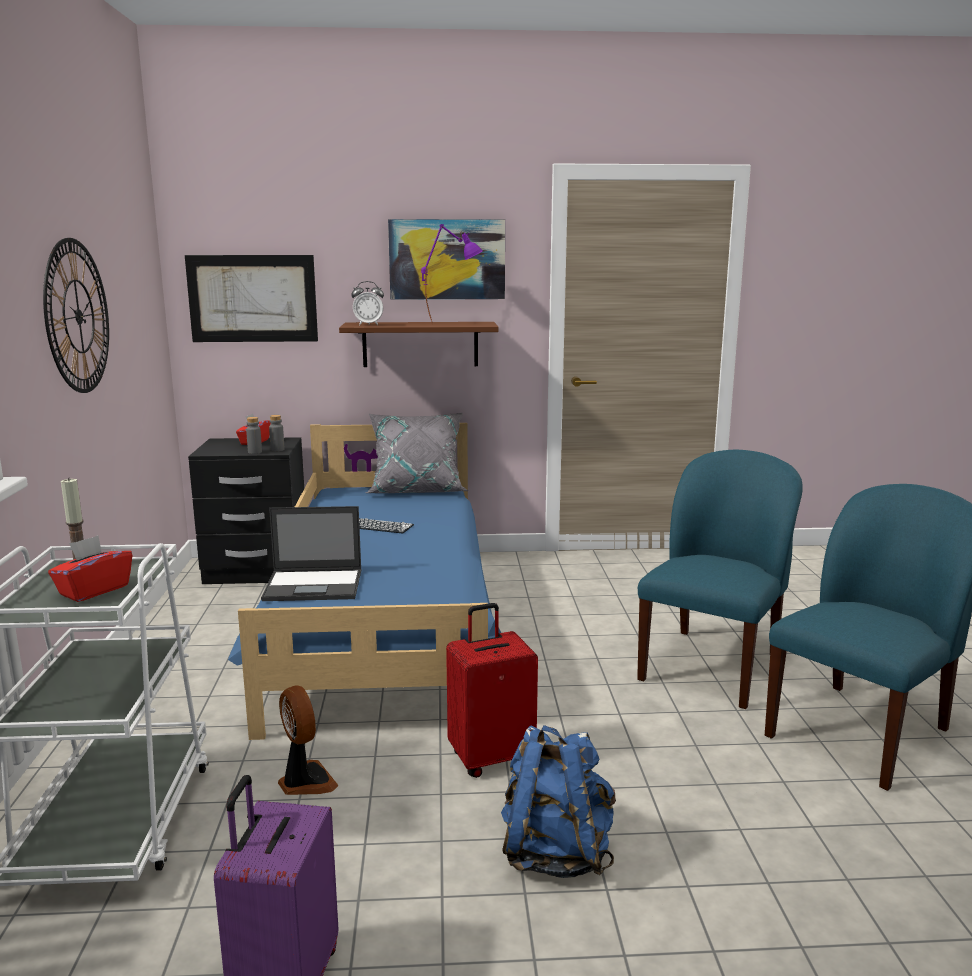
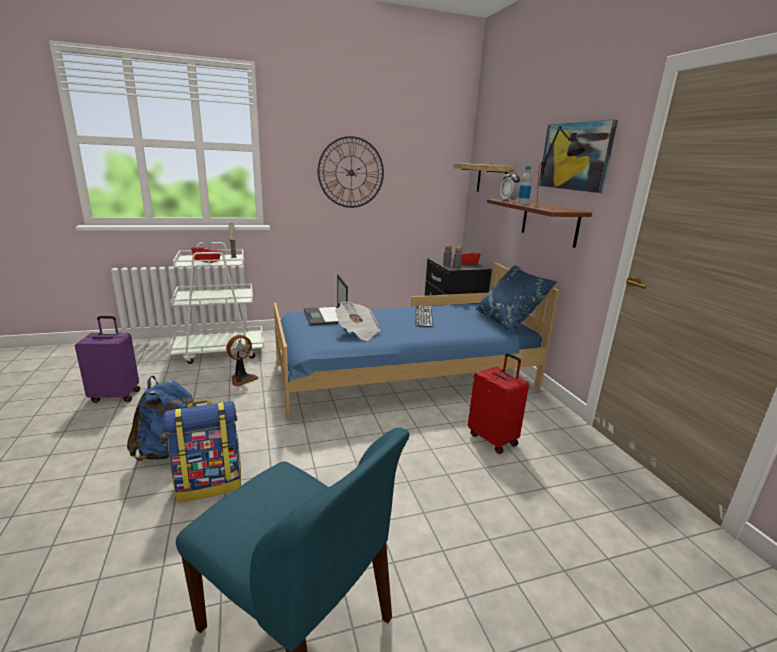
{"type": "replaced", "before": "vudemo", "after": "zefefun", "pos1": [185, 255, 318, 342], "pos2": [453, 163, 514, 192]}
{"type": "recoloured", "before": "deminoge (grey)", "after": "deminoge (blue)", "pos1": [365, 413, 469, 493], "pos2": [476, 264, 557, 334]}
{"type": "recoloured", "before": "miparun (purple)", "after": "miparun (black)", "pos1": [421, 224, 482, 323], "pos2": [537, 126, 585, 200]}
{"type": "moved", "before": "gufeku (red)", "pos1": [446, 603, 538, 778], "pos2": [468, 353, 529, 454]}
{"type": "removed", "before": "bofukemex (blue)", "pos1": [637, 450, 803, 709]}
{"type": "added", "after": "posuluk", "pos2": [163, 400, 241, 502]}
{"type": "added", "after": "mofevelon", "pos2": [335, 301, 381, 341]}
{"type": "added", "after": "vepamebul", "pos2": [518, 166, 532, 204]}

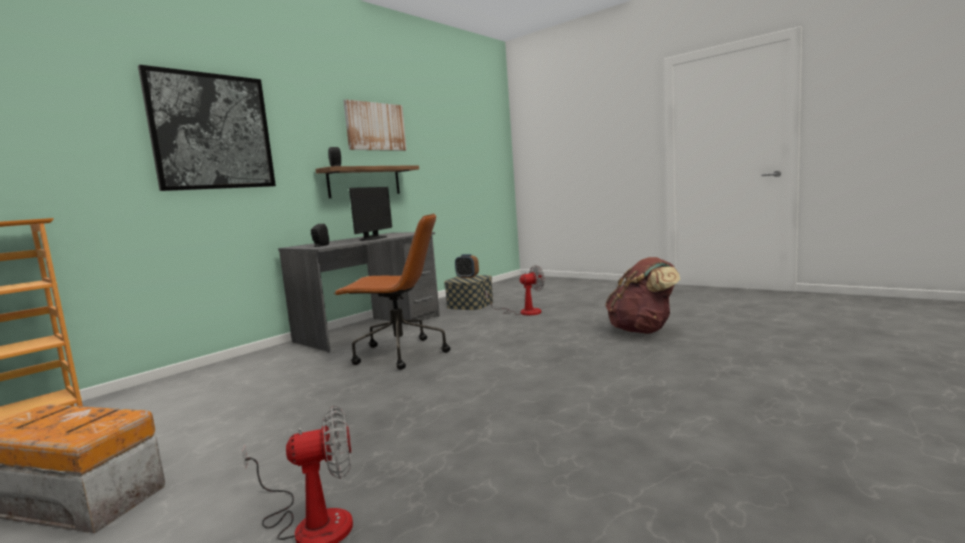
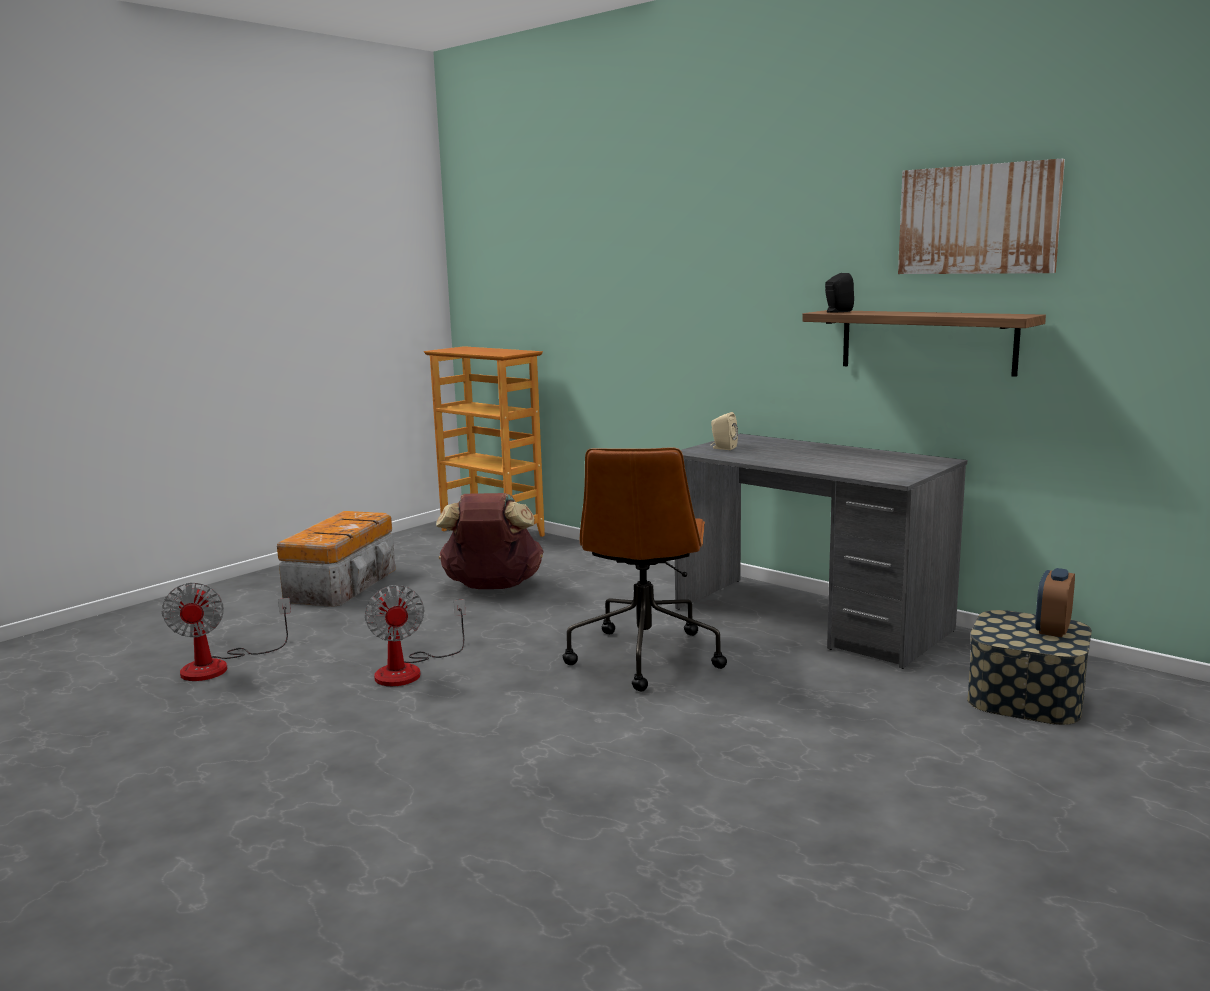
{"type": "removed", "before": "vudemo", "pos1": [138, 65, 276, 191]}
{"type": "recoloured", "before": "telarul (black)", "after": "telarul (beige)", "pos1": [311, 224, 329, 247], "pos2": [711, 412, 738, 450]}
{"type": "removed", "before": "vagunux", "pos1": [349, 187, 392, 241]}
{"type": "moved", "before": "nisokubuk", "pos1": [485, 265, 545, 316], "pos2": [365, 585, 466, 686]}
{"type": "moved", "before": "posuluk (brown)", "pos1": [605, 257, 680, 334], "pos2": [436, 493, 544, 589]}

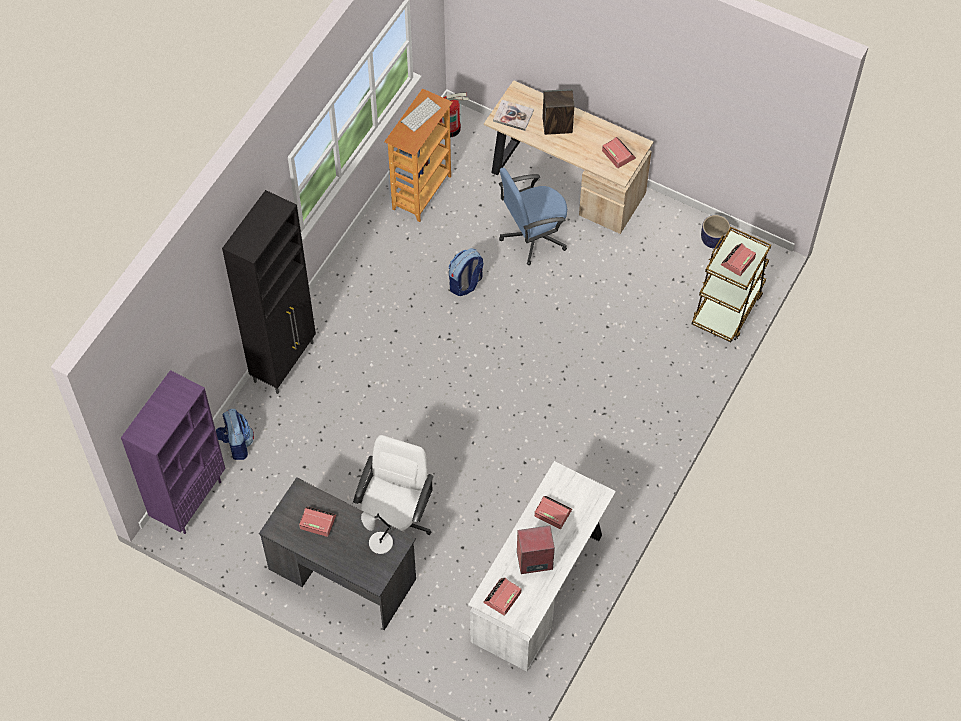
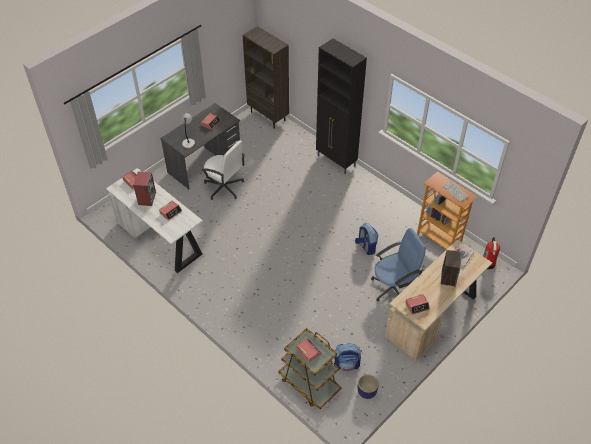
{"type": "recoloured", "before": "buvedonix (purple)", "after": "buvedonix (brown)", "pos1": [121, 370, 225, 534], "pos2": [243, 26, 289, 128]}
{"type": "moved", "before": "posuluk", "pos1": [216, 409, 254, 460], "pos2": [334, 344, 362, 372]}
{"type": "turned", "before": "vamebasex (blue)", "pos1": [499, 168, 567, 265], "pos2": [371, 228, 426, 302], "turn": 75}

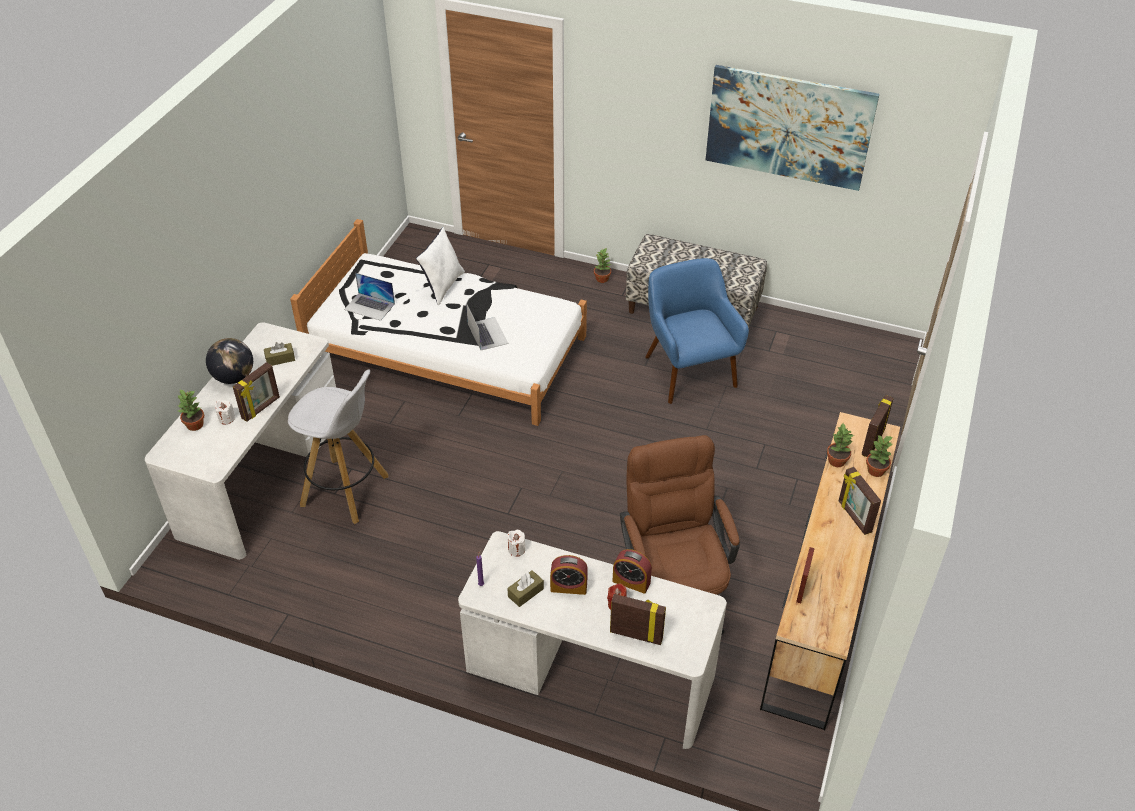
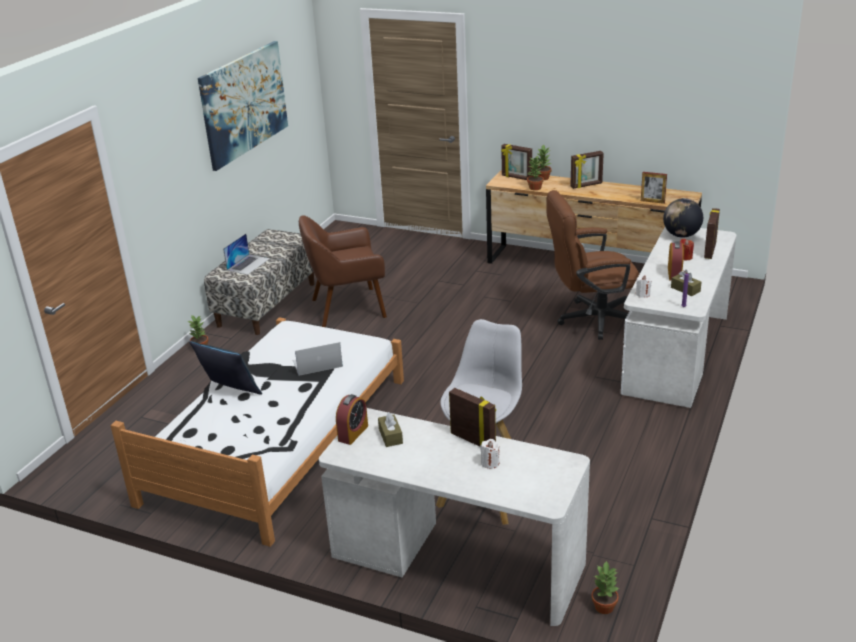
{"type": "moved", "before": "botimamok", "pos1": [177, 390, 204, 431], "pos2": [591, 561, 619, 614]}
{"type": "moved", "before": "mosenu", "pos1": [206, 338, 253, 384], "pos2": [663, 198, 703, 238]}
{"type": "moved", "before": "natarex", "pos1": [344, 273, 395, 321], "pos2": [223, 234, 270, 275]}
{"type": "recoloured", "before": "deminoge (white)", "after": "deminoge (blue)", "pos1": [416, 227, 465, 305], "pos2": [189, 341, 262, 395]}
{"type": "moved", "before": "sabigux", "pos1": [613, 549, 652, 594], "pos2": [336, 394, 368, 445]}
{"type": "recoloured", "before": "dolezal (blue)", "after": "dolezal (brown)", "pos1": [645, 258, 749, 404], "pos2": [299, 215, 387, 327]}

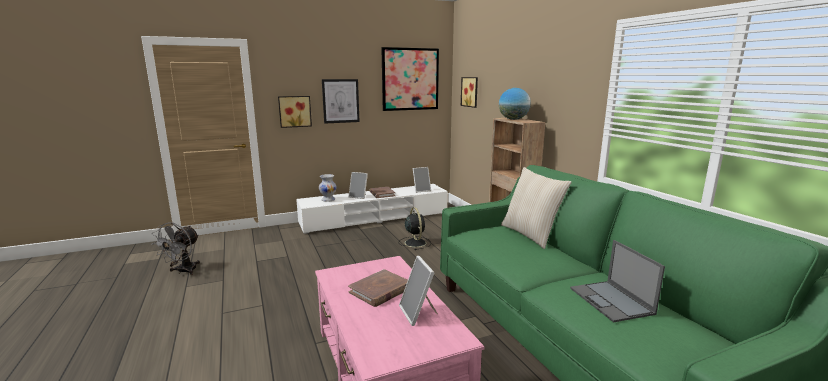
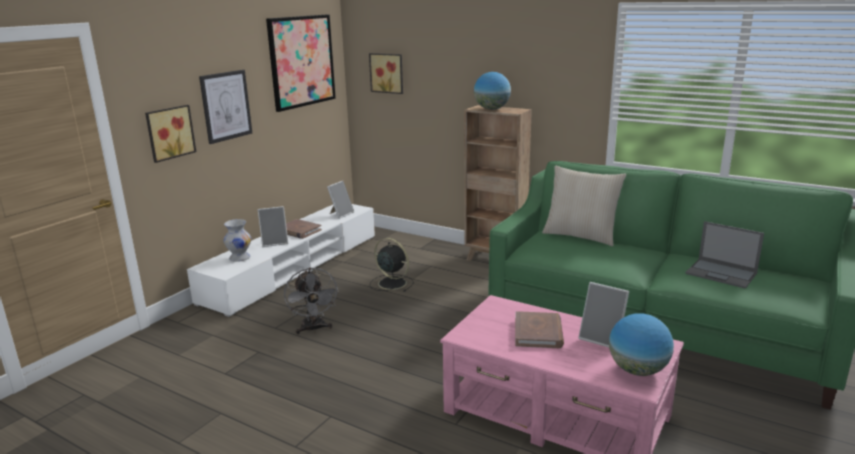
{"type": "moved", "before": "nisokubuk (grey)", "pos1": [151, 222, 200, 275], "pos2": [284, 268, 339, 334]}
{"type": "added", "after": "mosenu", "pos2": [609, 313, 674, 376]}

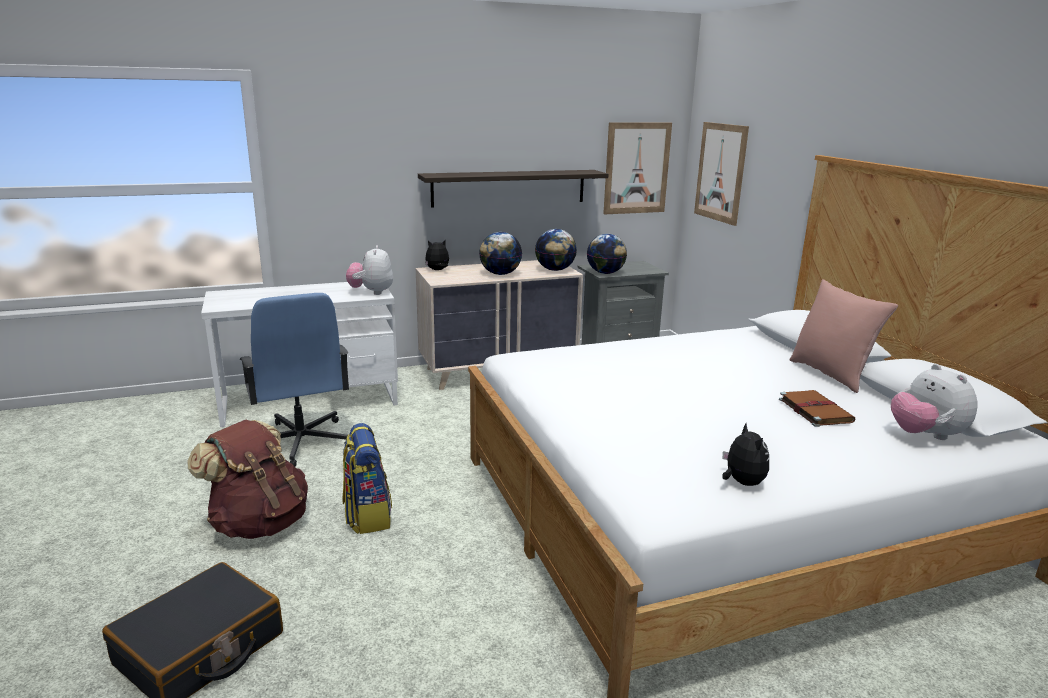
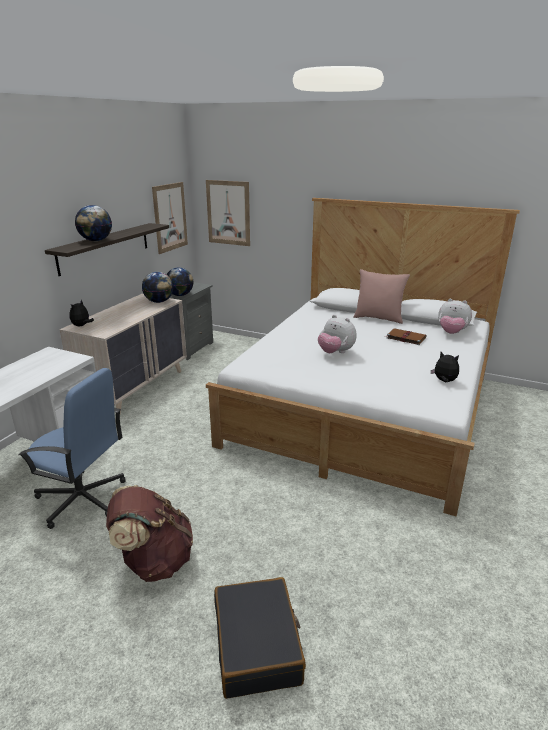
{"type": "removed", "before": "posuluk", "pos1": [342, 423, 392, 534]}
{"type": "moved", "before": "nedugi", "pos1": [346, 245, 393, 295], "pos2": [318, 315, 357, 353]}
{"type": "moved", "before": "mosenu", "pos1": [479, 232, 522, 275], "pos2": [75, 205, 112, 241]}

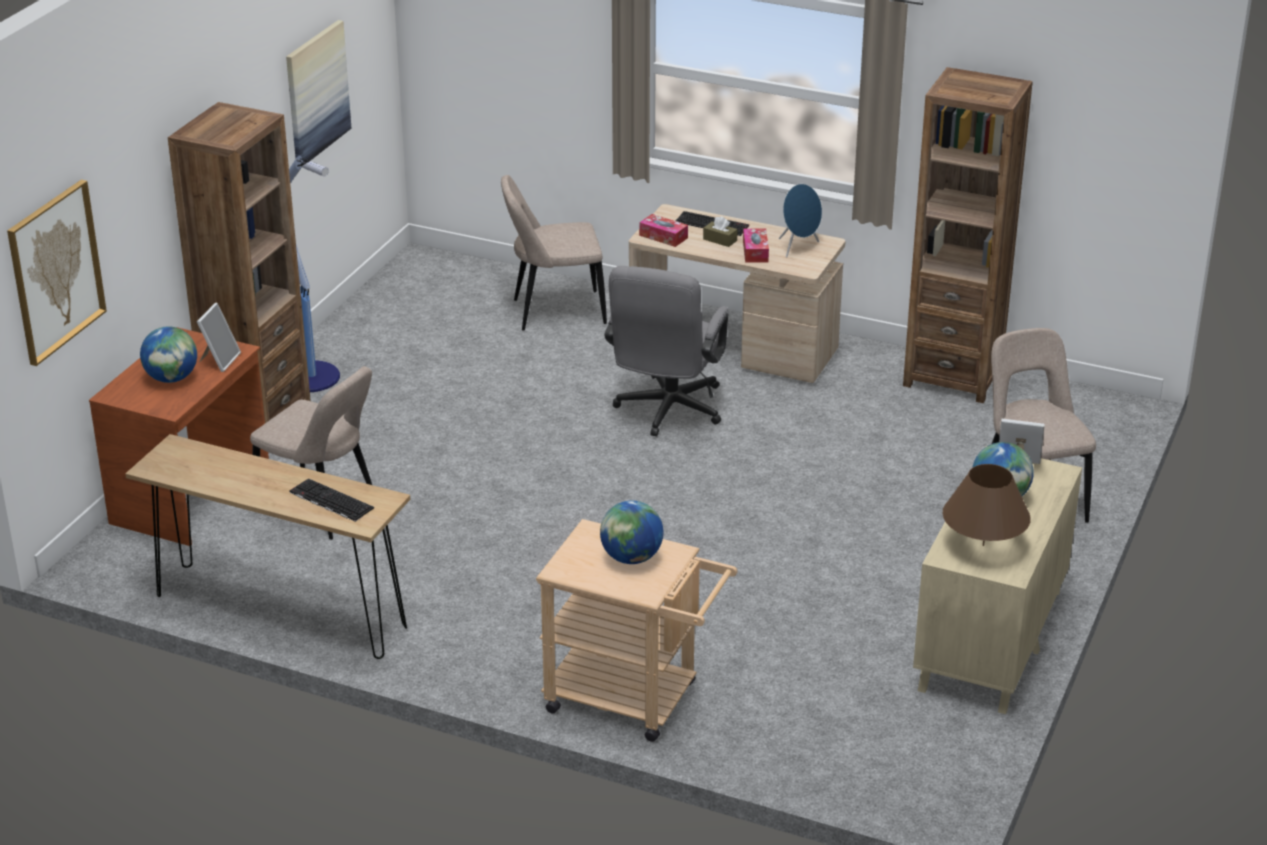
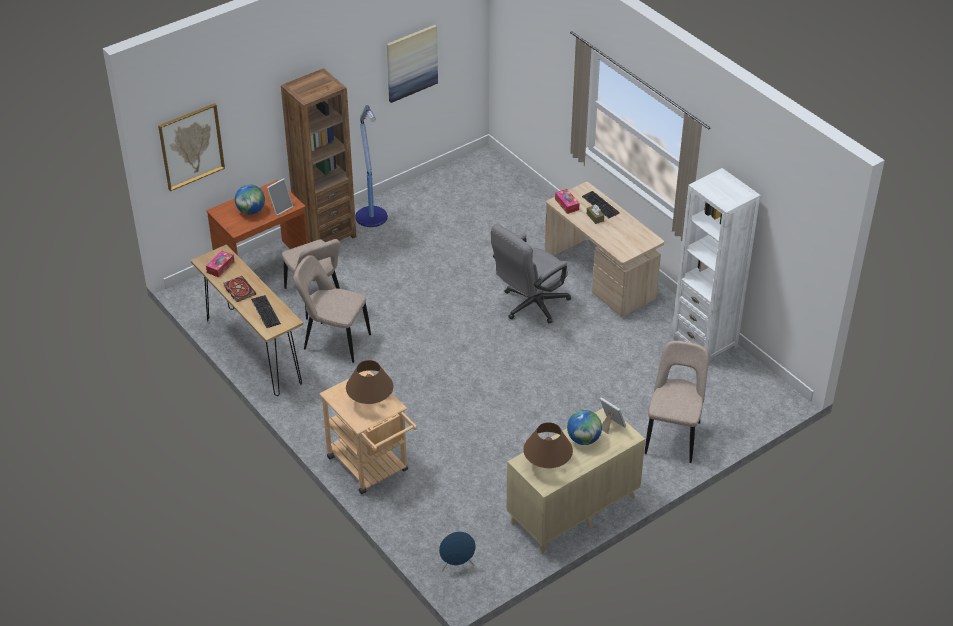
{"type": "moved", "before": "bofukemex (beige)", "pos1": [501, 175, 607, 330], "pos2": [293, 255, 371, 363]}
{"type": "replaced", "before": "mosenu", "after": "miparun (brown)", "pos1": [600, 500, 663, 564], "pos2": [346, 360, 393, 404]}
{"type": "moved", "before": "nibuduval", "pos1": [743, 228, 769, 263], "pos2": [206, 251, 235, 277]}
{"type": "moved", "before": "telarul (blue)", "pos1": [779, 184, 822, 257], "pos2": [439, 531, 476, 572]}
{"type": "recoloured", "before": "buvedonix (brown)", "after": "buvedonix (white)", "pos1": [903, 67, 1033, 403], "pos2": [671, 168, 760, 362]}
{"type": "added", "after": "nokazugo", "pos2": [223, 276, 256, 302]}

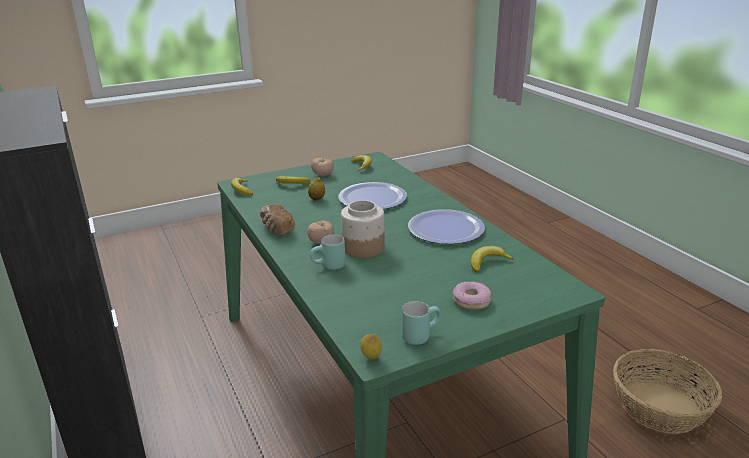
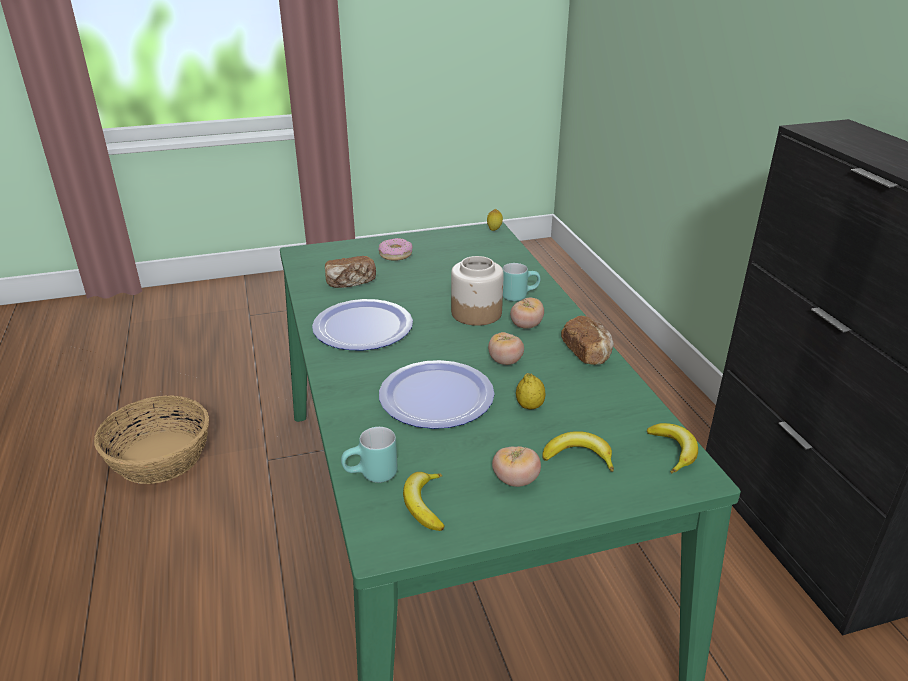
{"type": "moved", "before": "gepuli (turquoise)", "pos1": [402, 301, 441, 345], "pos2": [341, 427, 398, 483]}
{"type": "replaced", "before": "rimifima", "after": "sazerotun", "pos1": [471, 246, 514, 273], "pos2": [325, 256, 376, 288]}
{"type": "added", "after": "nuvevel", "pos2": [488, 332, 524, 365]}

